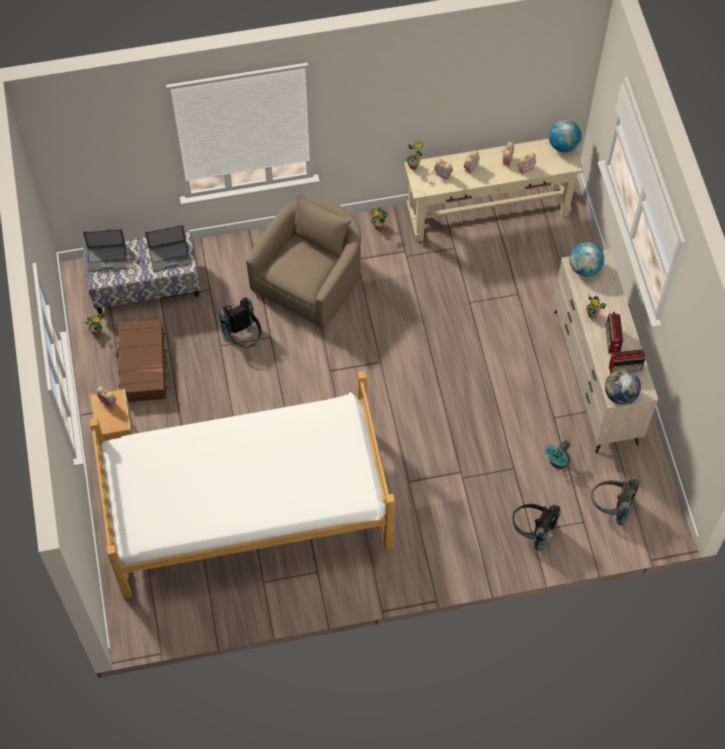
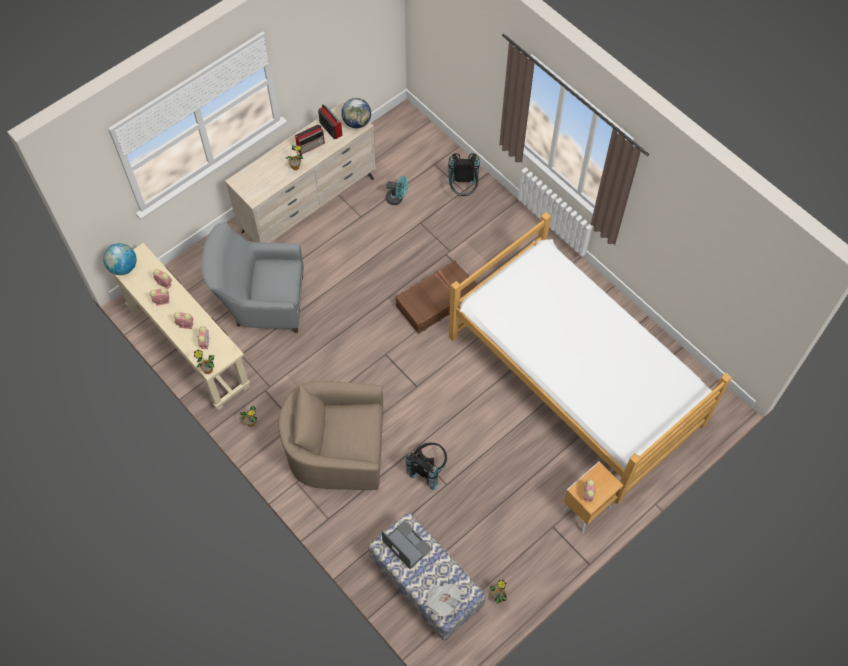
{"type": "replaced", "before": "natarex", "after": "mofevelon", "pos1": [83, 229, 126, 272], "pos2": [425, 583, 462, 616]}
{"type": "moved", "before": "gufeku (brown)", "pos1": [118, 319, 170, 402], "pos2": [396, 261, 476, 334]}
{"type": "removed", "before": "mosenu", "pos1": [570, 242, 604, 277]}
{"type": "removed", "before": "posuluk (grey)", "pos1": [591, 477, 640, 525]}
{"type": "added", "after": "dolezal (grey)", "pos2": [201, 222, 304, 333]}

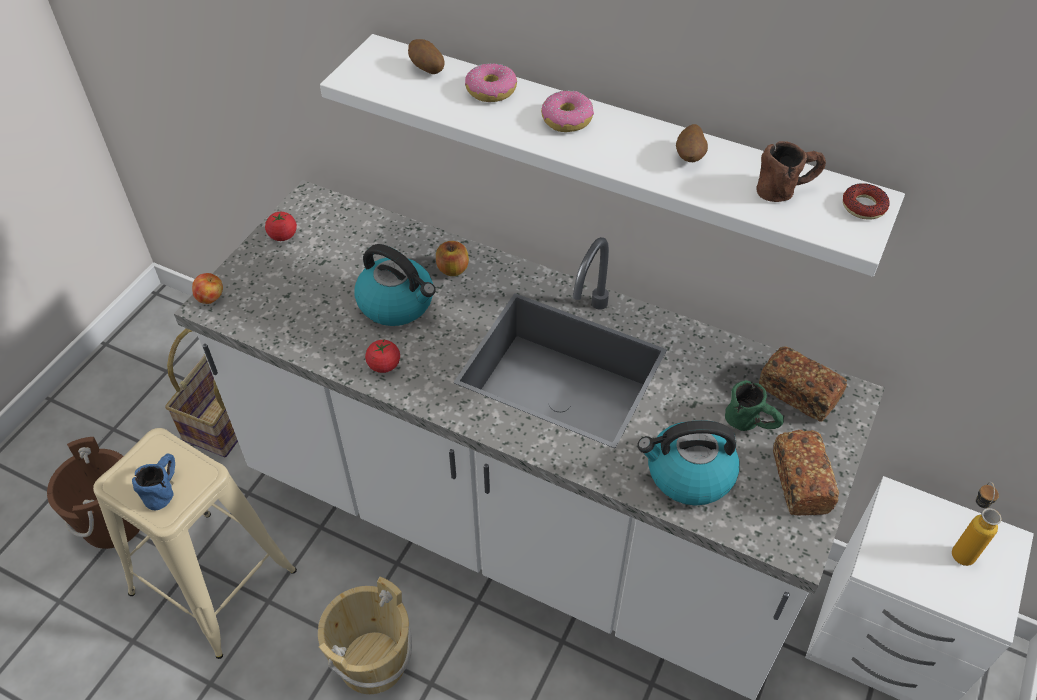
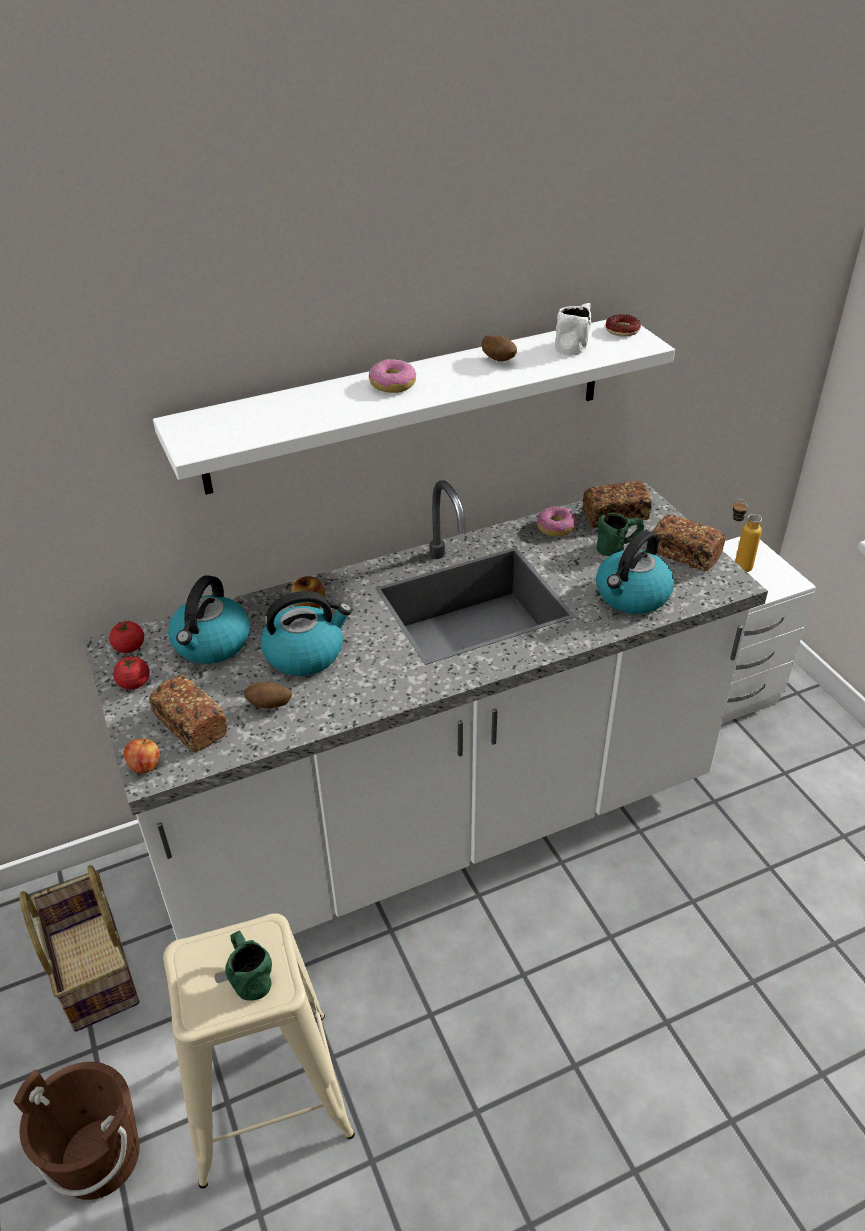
{"type": "recoloured", "before": "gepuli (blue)", "after": "gepuli (green)", "pos1": [132, 453, 175, 511], "pos2": [225, 930, 272, 1001]}
{"type": "removed", "before": "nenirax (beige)", "pos1": [318, 577, 412, 694]}
{"type": "moved", "before": "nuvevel", "pos1": [365, 340, 400, 373], "pos2": [109, 620, 144, 653]}
{"type": "moved", "before": "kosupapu", "pos1": [408, 39, 445, 74], "pos2": [244, 682, 292, 708]}
{"type": "moved", "before": "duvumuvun", "pos1": [465, 64, 517, 102], "pos2": [537, 506, 577, 536]}
{"type": "recoloured", "before": "gepuli (brown)", "after": "gepuli (white)", "pos1": [757, 141, 826, 202], "pos2": [555, 303, 591, 356]}
{"type": "added", "after": "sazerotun", "pos2": [149, 675, 227, 752]}
{"type": "added", "after": "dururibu", "pos2": [168, 575, 250, 664]}

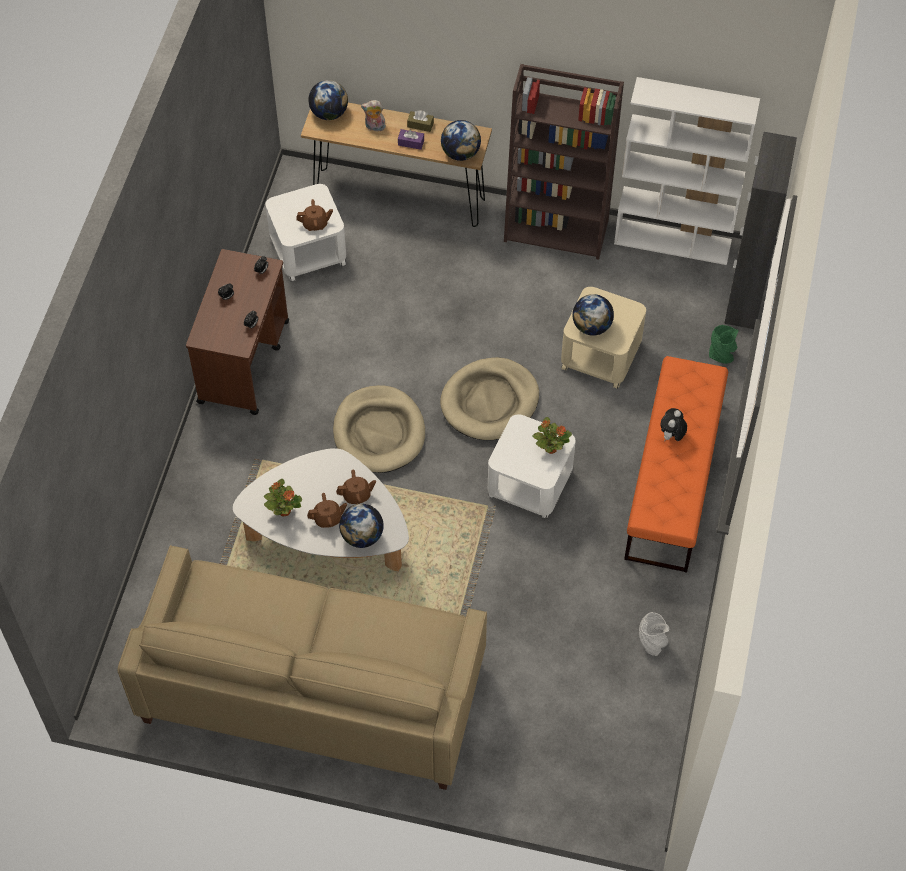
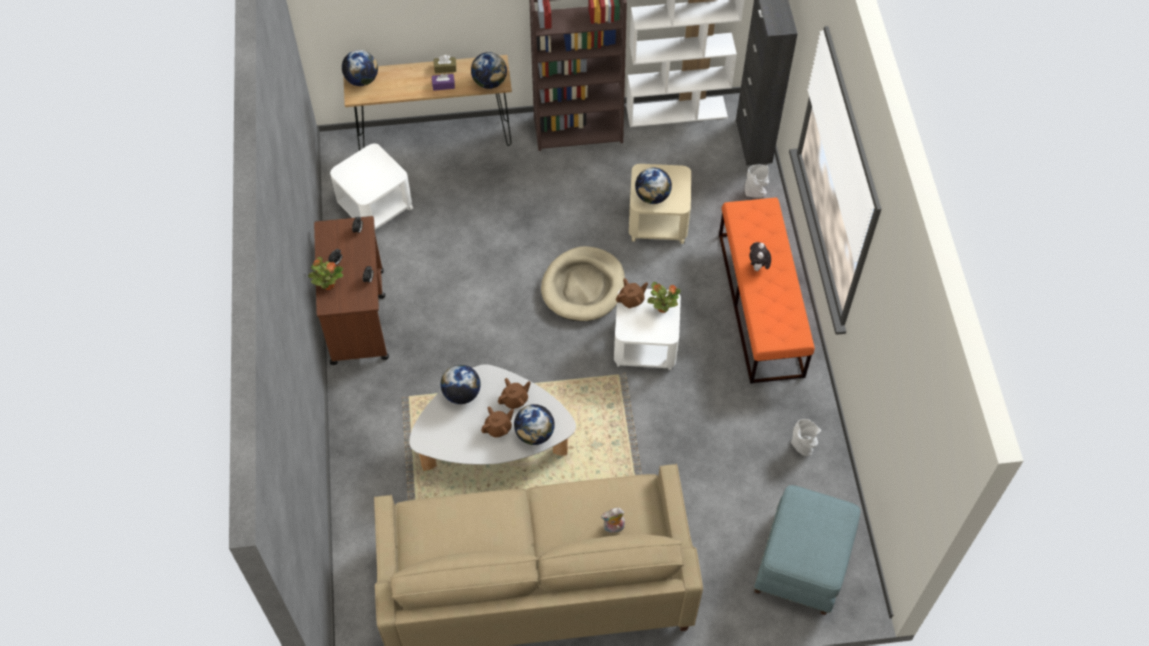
{"type": "moved", "before": "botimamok", "pos1": [264, 479, 302, 516], "pos2": [308, 257, 343, 290]}
{"type": "moved", "before": "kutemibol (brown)", "pos1": [296, 199, 333, 231], "pos2": [616, 278, 648, 308]}
{"type": "removed", "before": "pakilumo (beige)", "pos1": [333, 385, 425, 473]}
{"type": "moved", "before": "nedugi", "pos1": [361, 100, 386, 132], "pos2": [601, 507, 625, 533]}
{"type": "recoloured", "before": "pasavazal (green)", "after": "pasavazal (grey)", "pos1": [709, 325, 739, 364], "pos2": [745, 165, 769, 198]}
{"type": "added", "after": "mosenu", "pos2": [440, 364, 481, 404]}
{"type": "added", "after": "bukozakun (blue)", "pos2": [754, 485, 861, 615]}

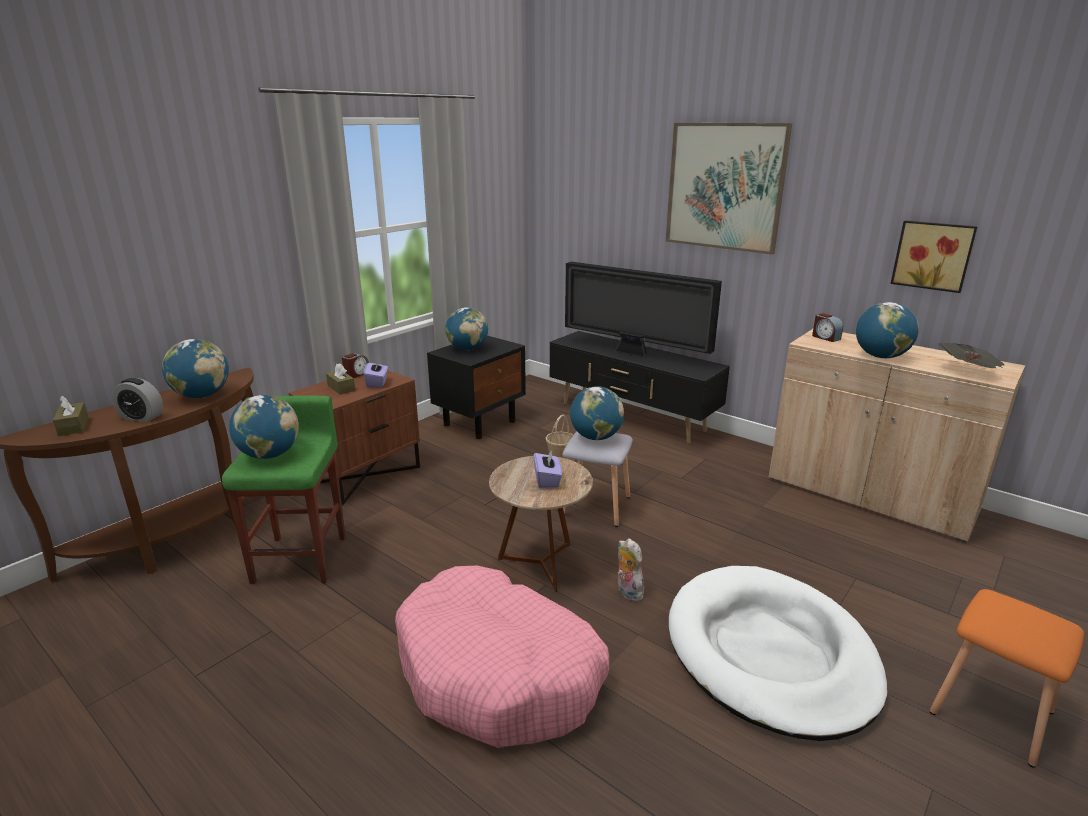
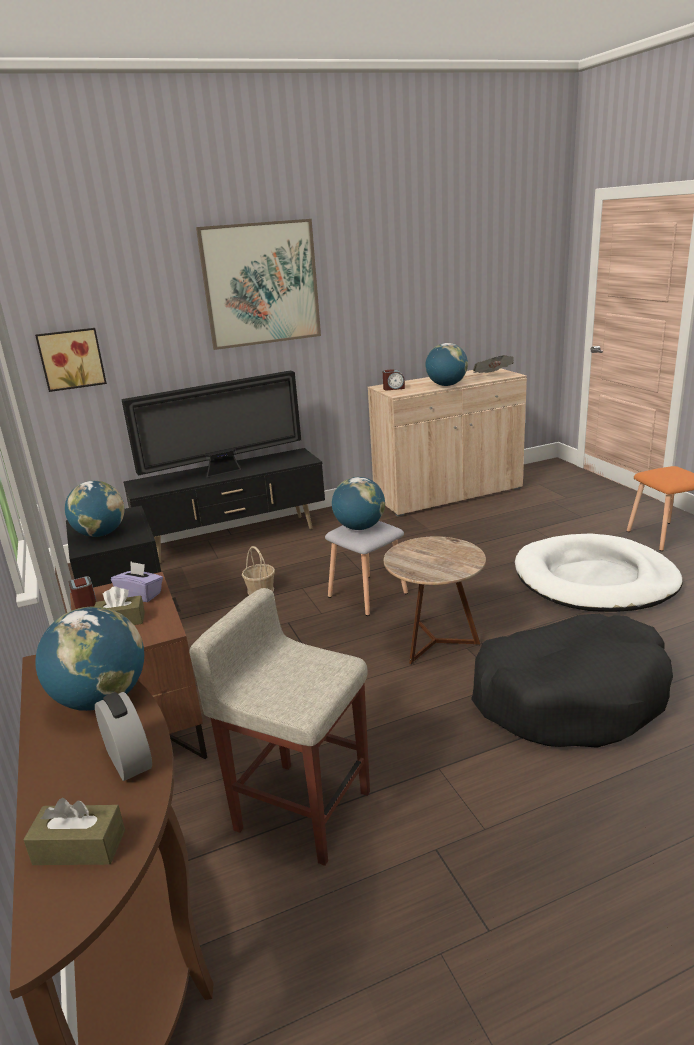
{"type": "turned", "before": "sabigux", "pos1": [112, 378, 163, 422], "pos2": [95, 692, 152, 781], "turn": -75}
{"type": "recoloured", "before": "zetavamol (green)", "after": "zetavamol (beige)", "pos1": [222, 395, 346, 584], "pos2": [189, 588, 370, 866]}
{"type": "removed", "before": "mosenu", "pos1": [229, 395, 299, 459]}
{"type": "recoloured", "before": "pakilumo (pink)", "after": "pakilumo (black)", "pos1": [395, 566, 609, 748], "pos2": [471, 614, 673, 748]}
{"type": "removed", "before": "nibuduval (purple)", "pos1": [534, 449, 562, 488]}
{"type": "removed", "before": "nedugi", "pos1": [617, 538, 644, 602]}
{"type": "moved", "before": "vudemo", "pos1": [890, 220, 978, 293], "pos2": [35, 328, 107, 392]}

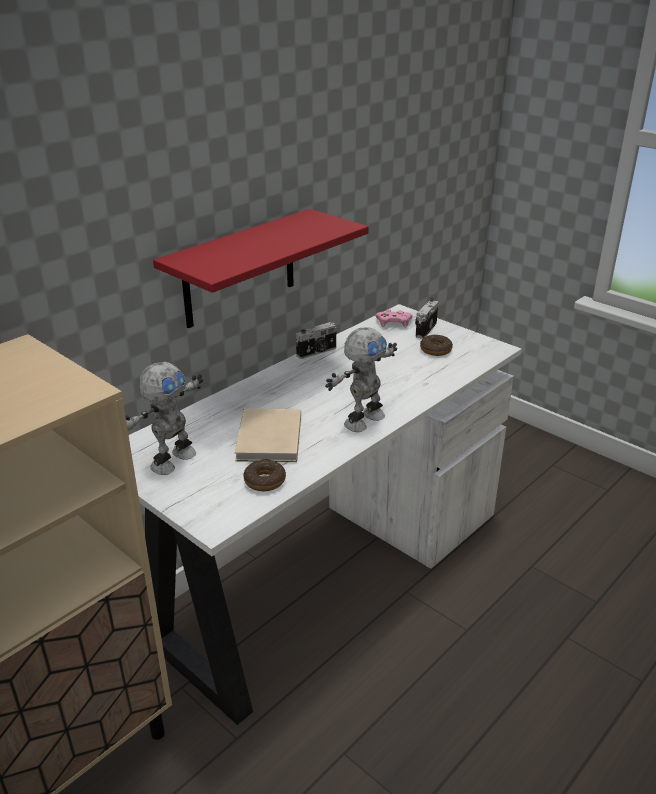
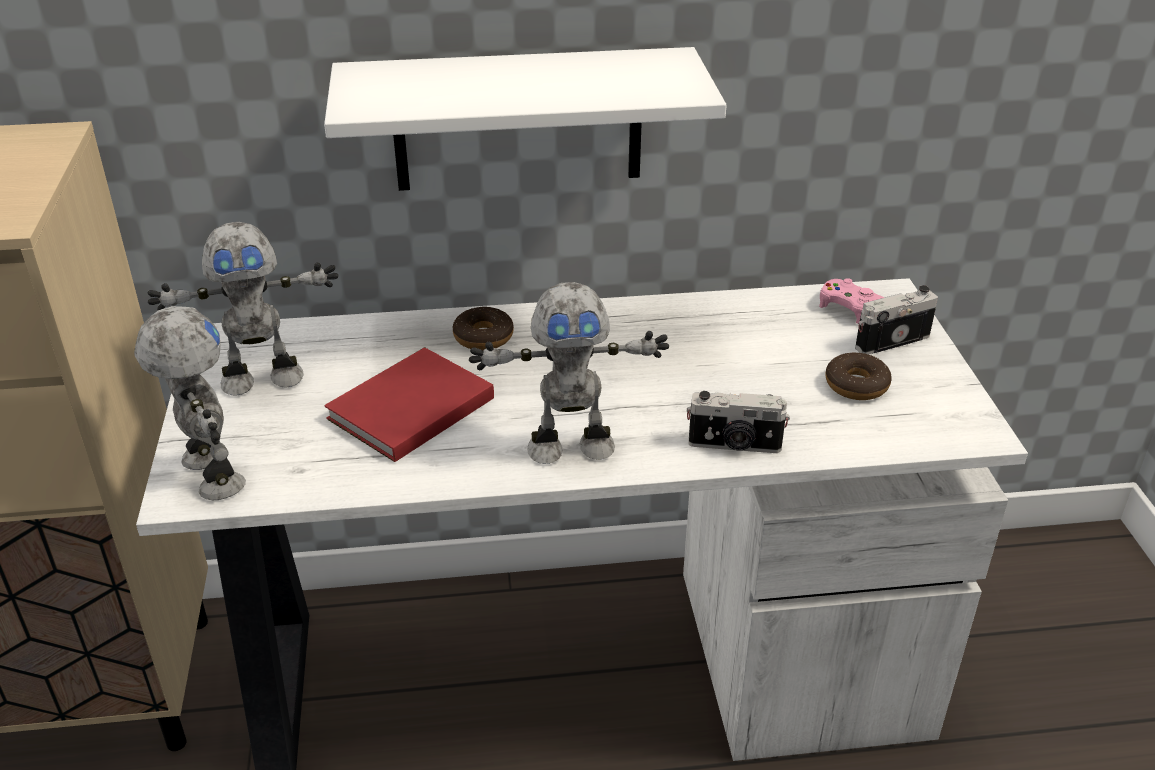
{"type": "recoloured", "before": "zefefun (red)", "after": "zefefun (white)", "pos1": [153, 209, 369, 328], "pos2": [324, 47, 727, 191]}
{"type": "recoloured", "before": "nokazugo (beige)", "after": "nokazugo (red)", "pos1": [235, 409, 301, 462], "pos2": [324, 347, 494, 462]}
{"type": "moved", "before": "duvumuvun", "pos1": [243, 460, 286, 491], "pos2": [453, 307, 514, 350]}
{"type": "moved", "before": "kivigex", "pos1": [296, 322, 337, 359], "pos2": [687, 391, 790, 453]}
{"type": "added", "after": "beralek", "pos2": [134, 306, 246, 500]}

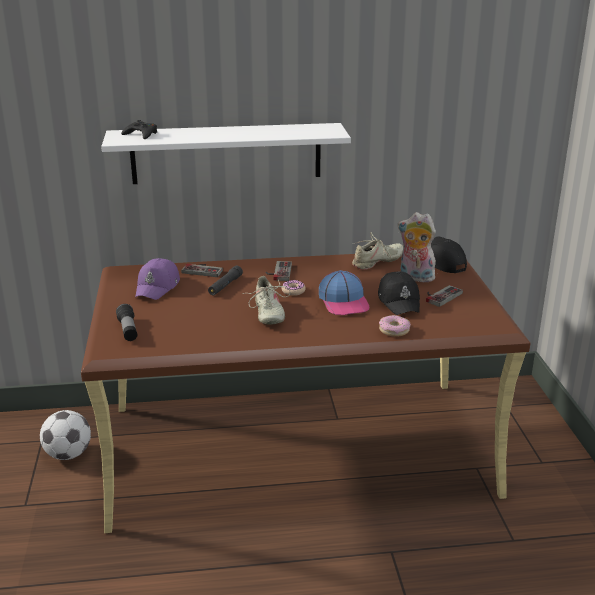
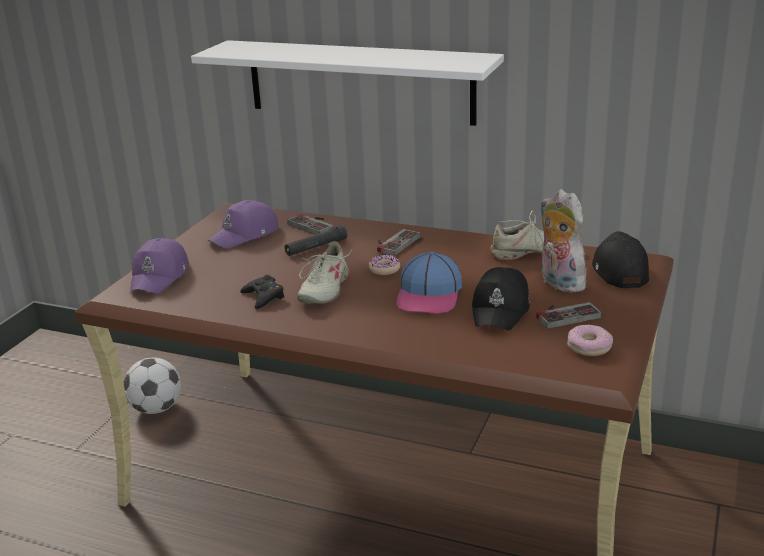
{"type": "replaced", "before": "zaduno", "after": "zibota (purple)", "pos1": [116, 304, 137, 341], "pos2": [130, 238, 189, 293]}
{"type": "moved", "before": "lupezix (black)", "pos1": [121, 120, 157, 139], "pos2": [240, 275, 284, 309]}
{"type": "moved", "before": "duvumuvun", "pos1": [379, 315, 411, 337], "pos2": [567, 325, 613, 356]}

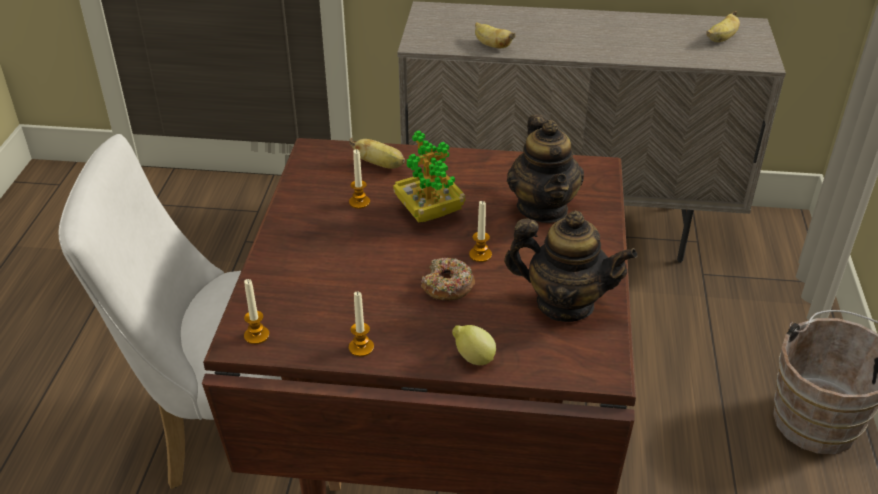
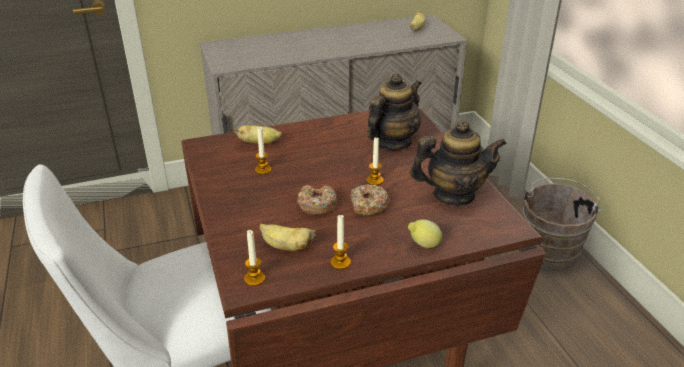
{"type": "removed", "before": "botimamok", "pos1": [393, 130, 465, 223]}
{"type": "moved", "before": "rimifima", "pos1": [475, 22, 516, 49], "pos2": [260, 223, 316, 251]}
{"type": "turned", "before": "kutemibol", "pos1": [507, 114, 584, 223], "pos2": [367, 73, 421, 150], "turn": -105}
{"type": "added", "after": "duvumuvun", "pos2": [297, 185, 337, 216]}

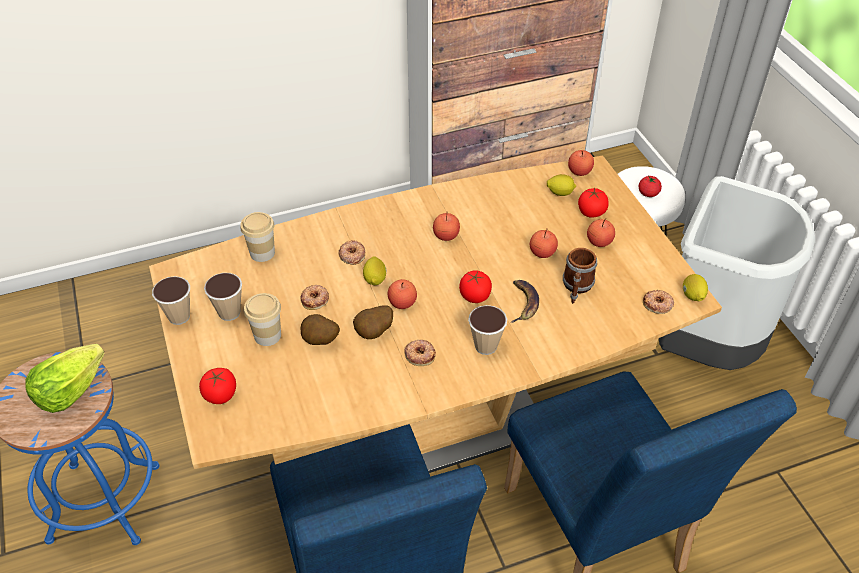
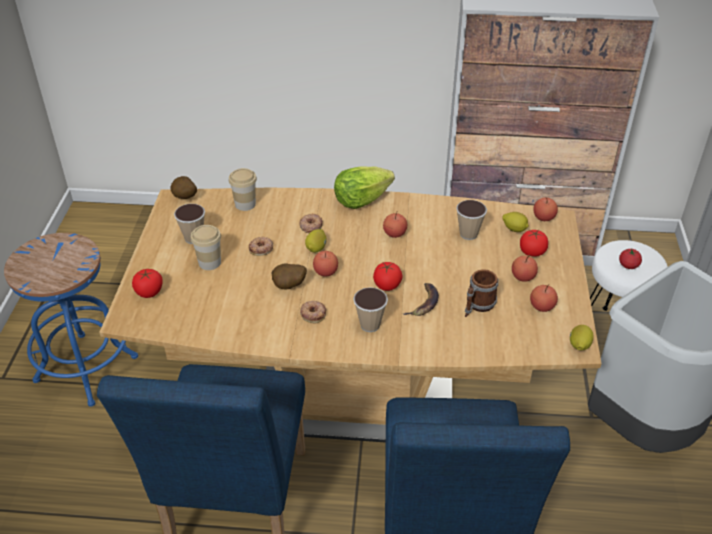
{"type": "moved", "before": "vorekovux", "pos1": [25, 344, 105, 413], "pos2": [334, 166, 395, 209]}
{"type": "moved", "before": "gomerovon", "pos1": [152, 276, 190, 325], "pos2": [456, 200, 487, 240]}
{"type": "moved", "before": "kosupapu", "pos1": [301, 314, 340, 345], "pos2": [170, 176, 197, 199]}
{"type": "moved", "before": "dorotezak", "pos1": [530, 229, 558, 258], "pos2": [530, 284, 558, 312]}
{"type": "removed", "before": "duvumuvun", "pos1": [643, 290, 674, 314]}

